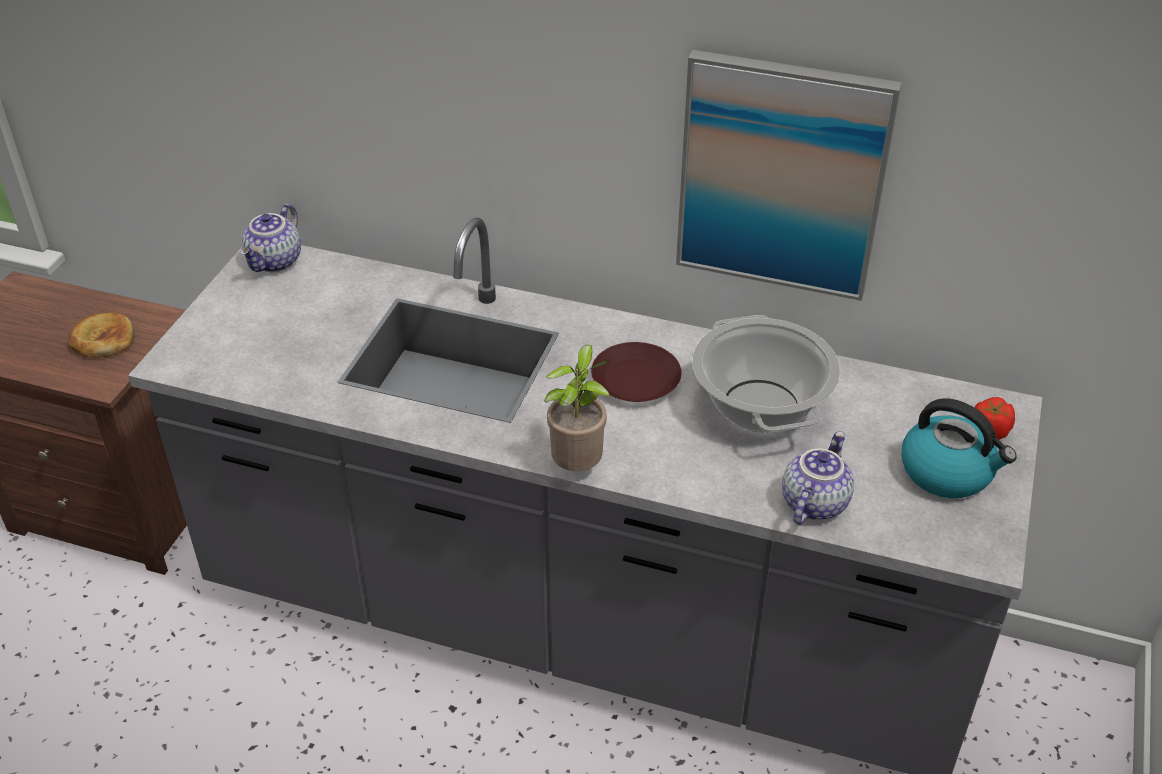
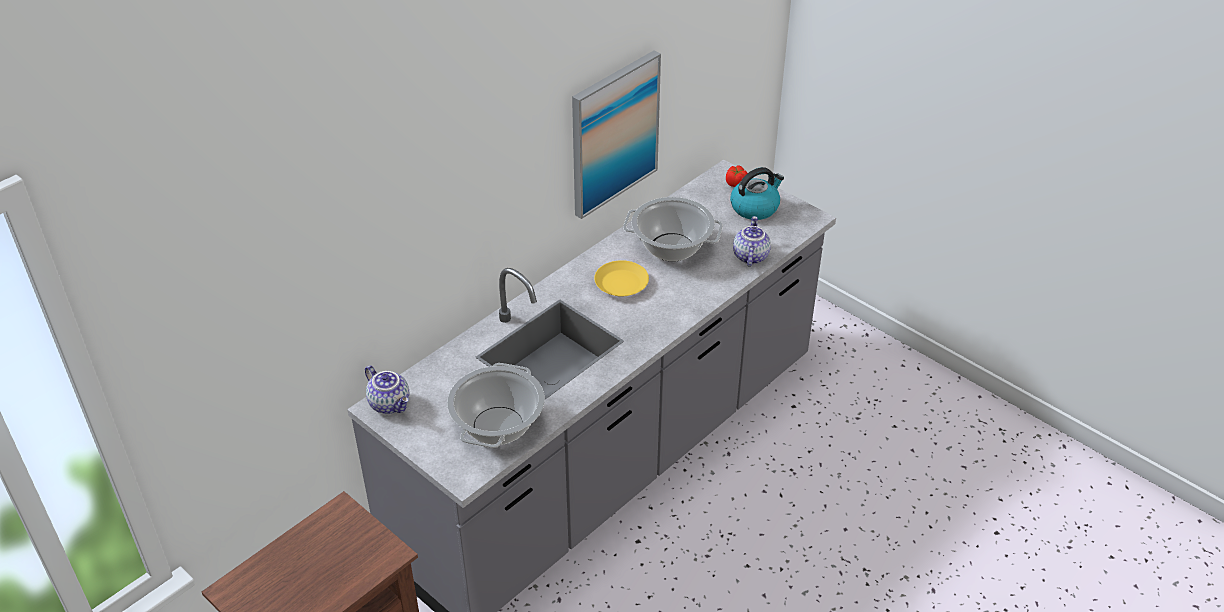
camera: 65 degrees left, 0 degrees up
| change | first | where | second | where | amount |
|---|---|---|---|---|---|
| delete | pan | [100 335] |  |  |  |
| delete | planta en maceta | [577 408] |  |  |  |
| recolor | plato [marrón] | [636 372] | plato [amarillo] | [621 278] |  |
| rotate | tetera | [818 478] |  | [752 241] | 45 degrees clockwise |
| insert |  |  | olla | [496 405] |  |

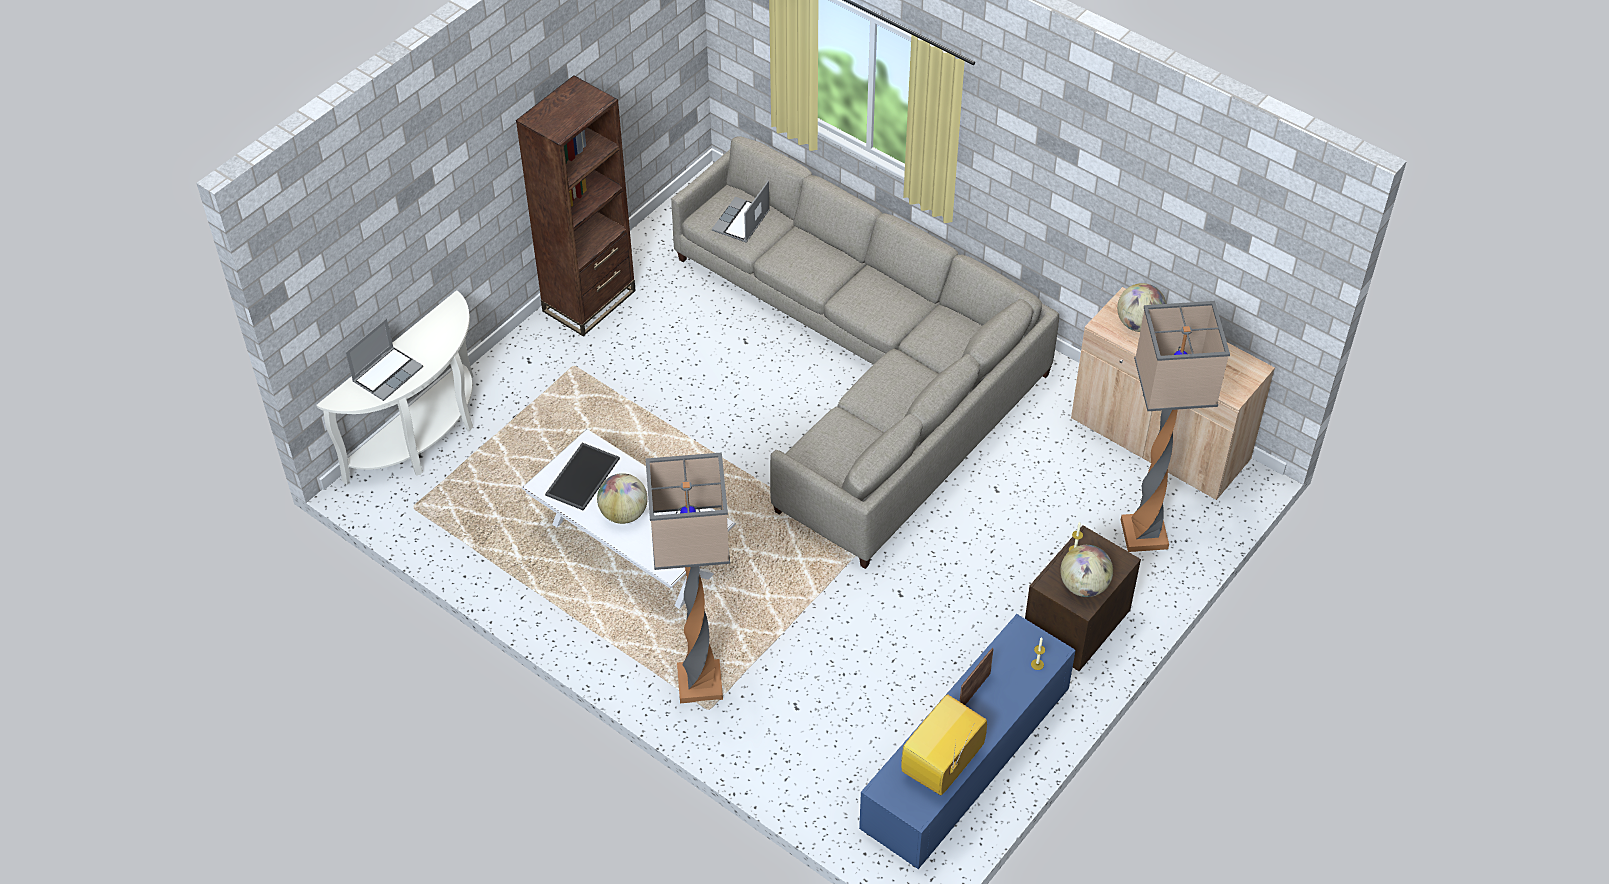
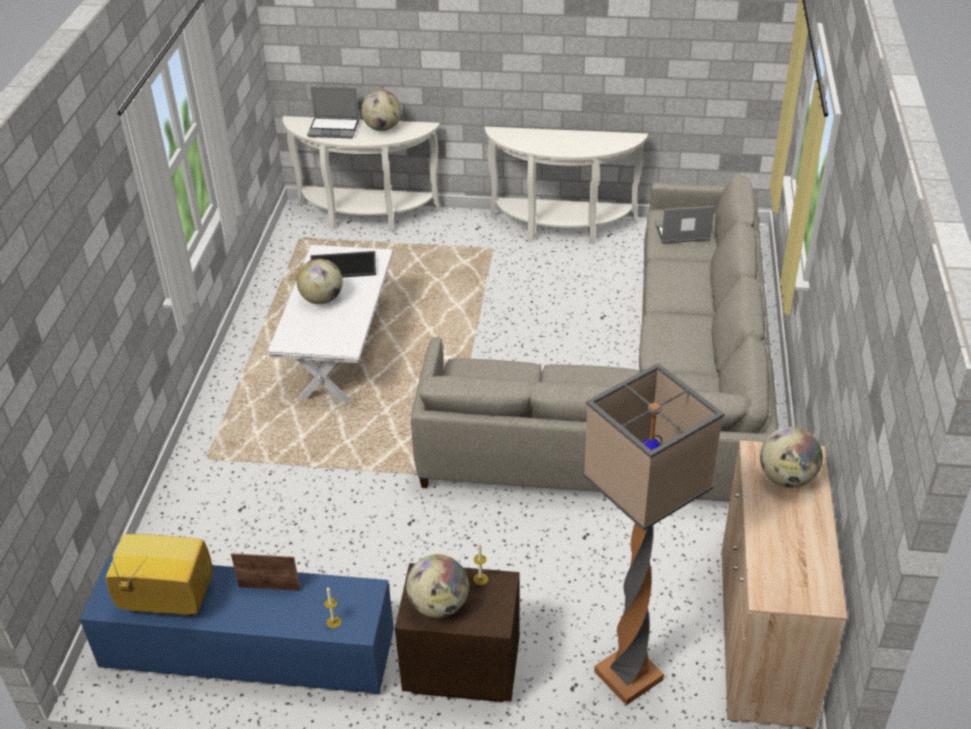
camera: 60 degrees right, 10 degrees down
| change | first | where | second | where | amount |
|---|---|---|---|---|---|
| replace | estantería [marrón] | [576 205] | mesa consola [blanco] | [566 185] |  |
| delete | lámpara de pie | [688 577] |  |  |  |
| insert |  |  | globo terráqueo | [381 110] |  |

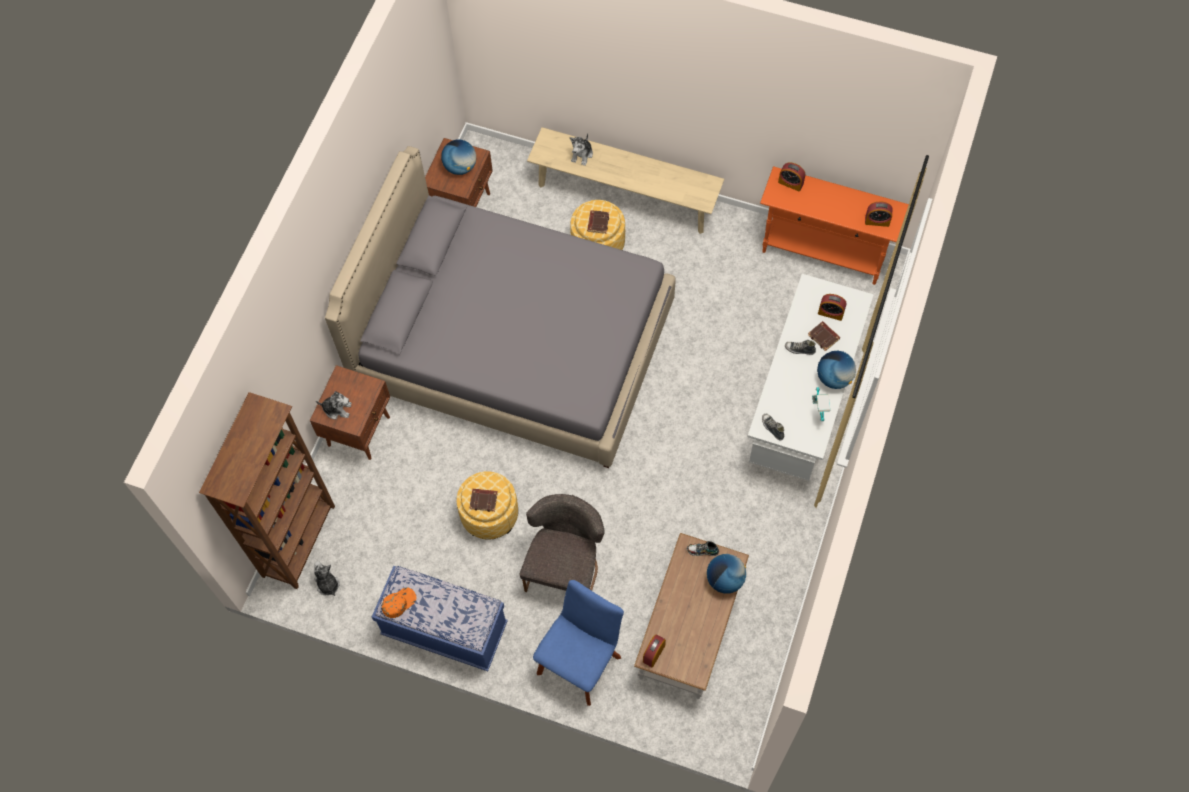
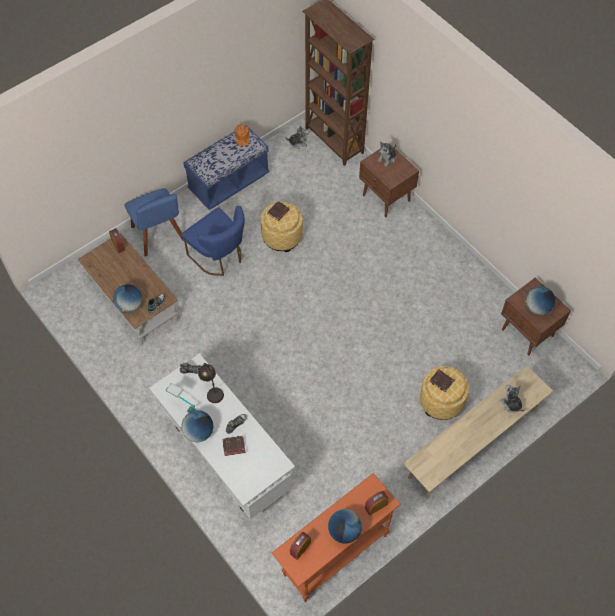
camera: 120 degrees right, 5 degrees down
| change | first | where | second | where | amount |
|---|---|---|---|---|---|
| delete | cama [gris] | [500 307] |  |  |  |
| recolor | silla [gris] | [562 543] | silla [azul] | [213 241] |  |
| delete | despertador | [832 307] |  |  |  |
| insert |  |  | lámpara de mesa | [211 383] |  |
| insert |  |  | globo terráqueo | [345 526] |  |

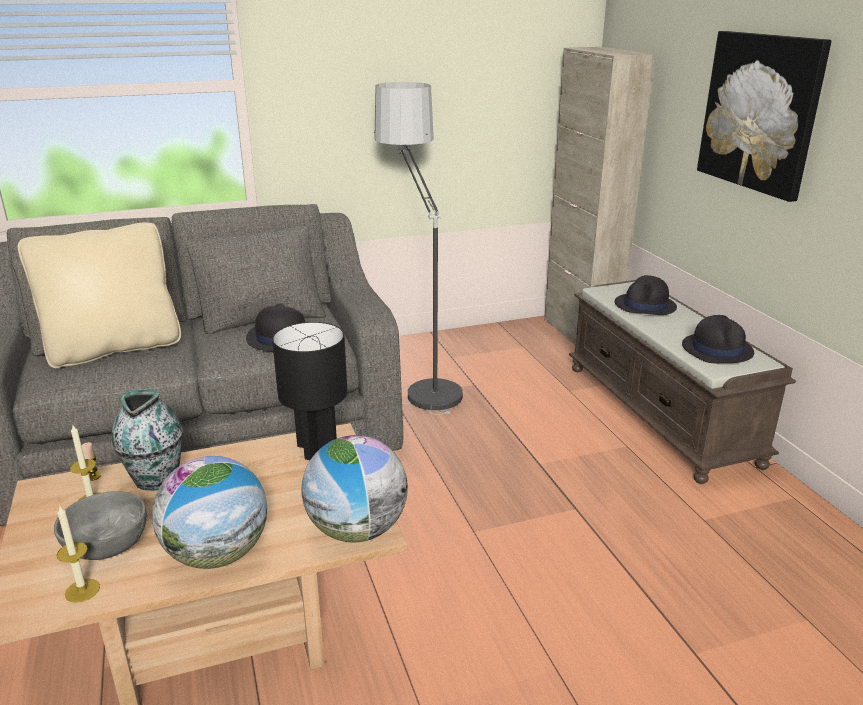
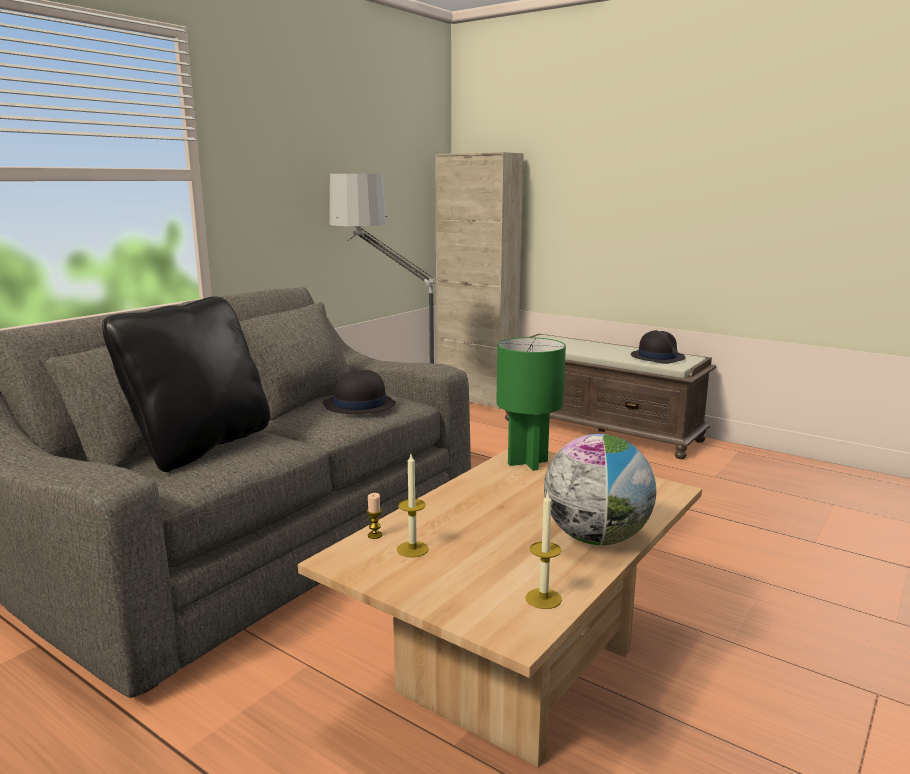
camera: 35 degrees left, 10 degrees down
| change | first | where | second | where | amount |
|---|---|---|---|---|---|
| recolor | cojín [beis] | [99 295] | cojín [negro] | [186 384] |  |
| delete | cuenco [gris] | [100 525] |  |  |  |
| delete | florero | [147 440] |  |  |  |
| recolor | lámpara de mesa [negro] | [310 391] | lámpara de mesa [verde] | [531 404] |  |
| delete | globo terráqueo | [355 488] |  |  |  |
| delete | sombrero [negro] | [646 295] |  |  |  |
| delete | cuadro | [764 116] |  |  |  |

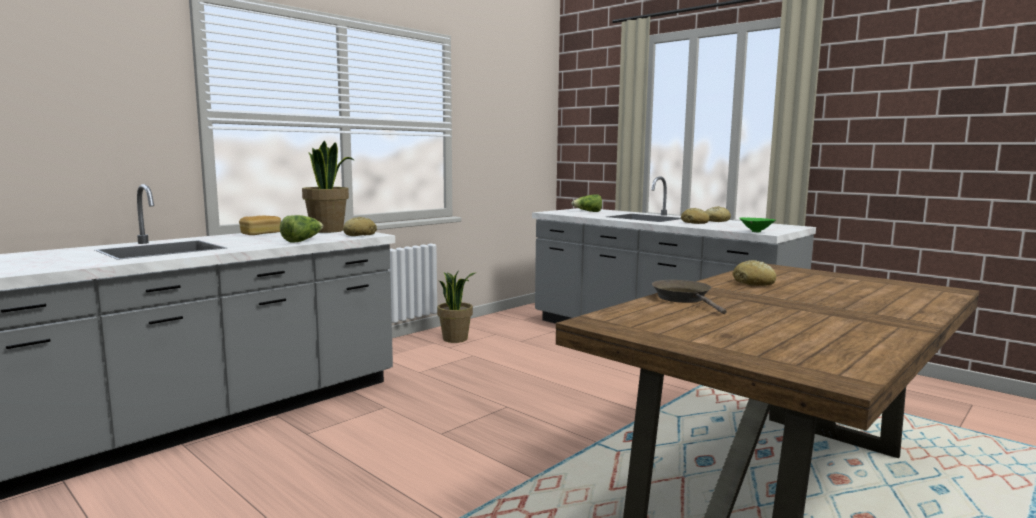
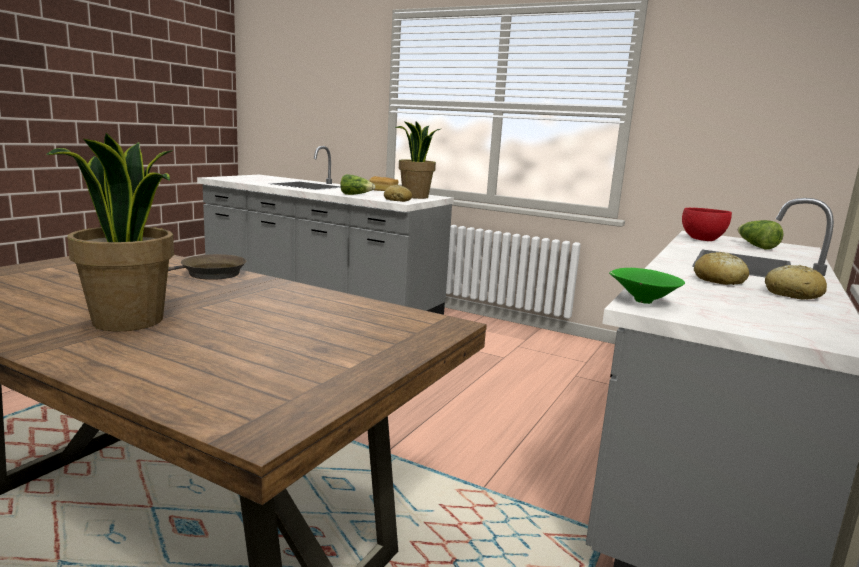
camera: 75 degrees right, 5 degrees up
| change | first | where | second | where | amount |
|---|---|---|---|---|---|
| move | planta en maceta | [456 307] |  | [110 232] |  |
| delete | pan | [754 273] |  |  |  |
| insert |  |  | cuenco [rojo] | [707 224] |  |

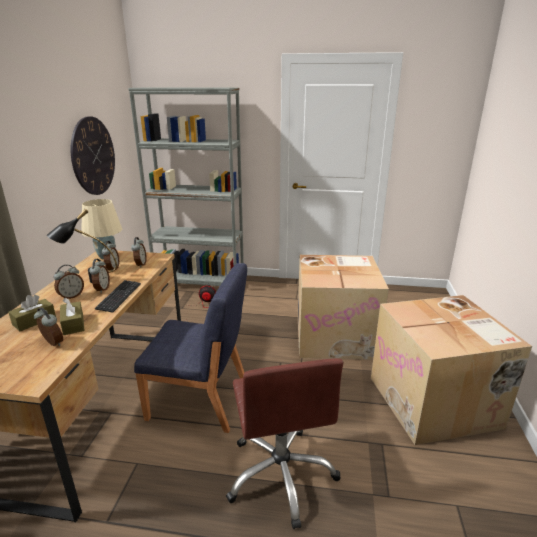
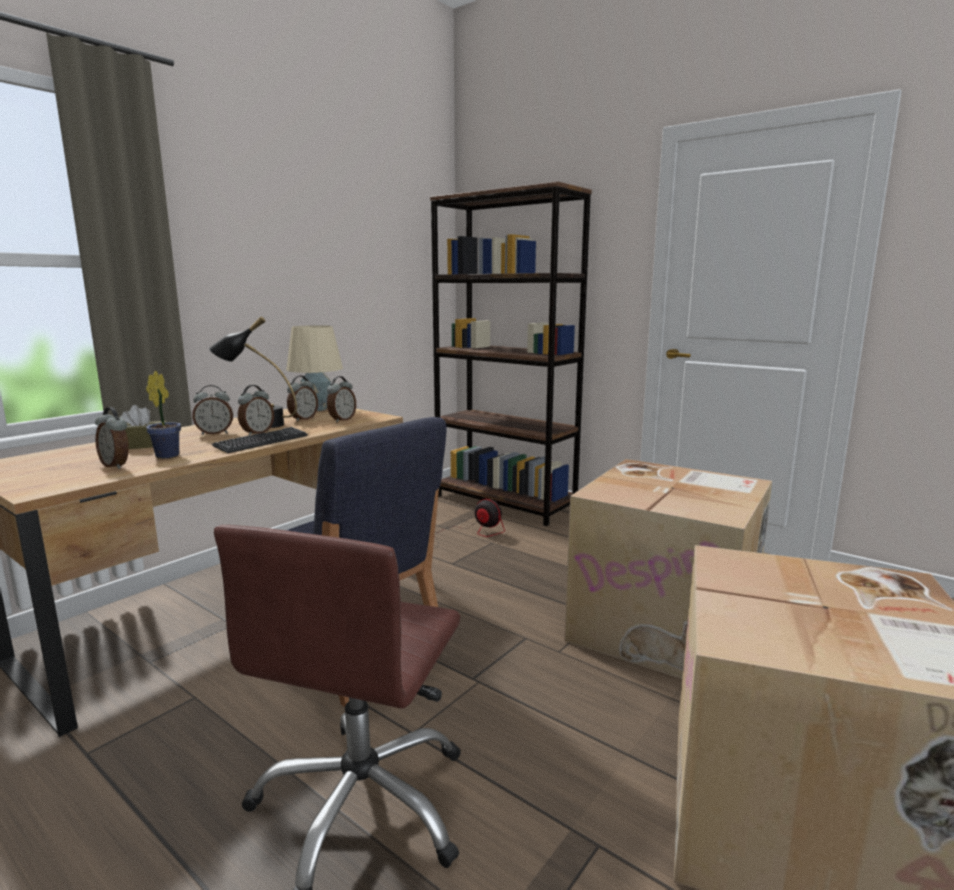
camera: 30 degrees right, 10 degrees down
| change | first | where | second | where | amount |
|---|---|---|---|---|---|
| rotate | despertador | [48 327] |  | [112 438] | 150 degrees clockwise |
| replace | caja de pañuelos [marrón] | [72 316] | planta en maceta | [163 414] |  |
| delete | reloj de pared | [93 155] |  |  |  |
| recolor | estantería [gris] | [186 186] | estantería [marrón] | [511 353] |  |

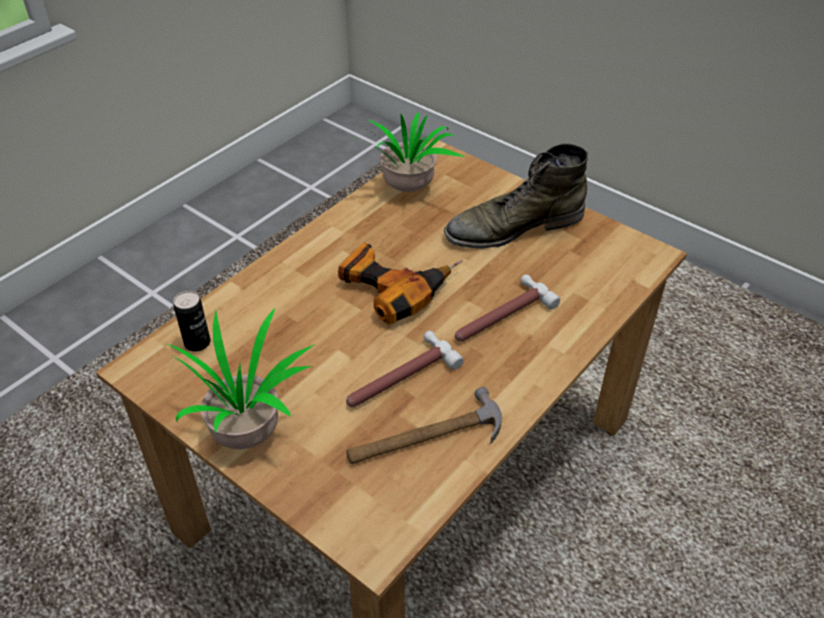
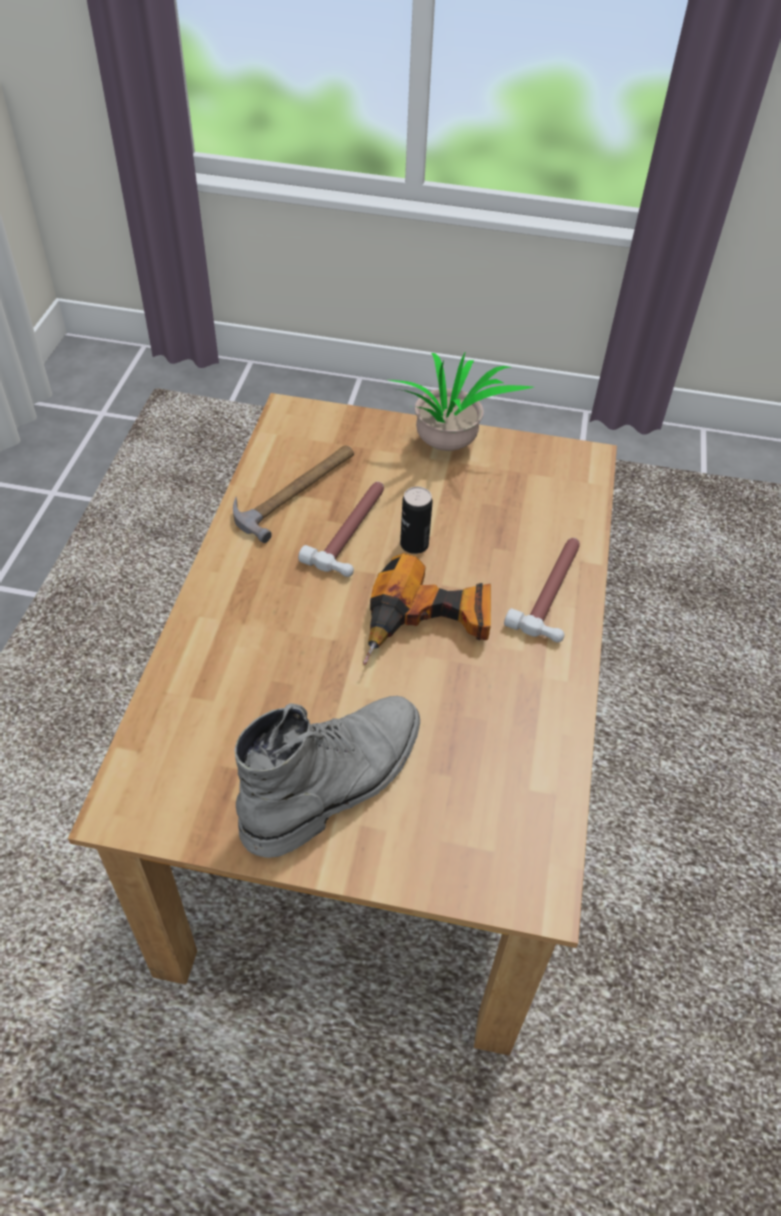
camera: 150 degrees right, 5 degrees up
| change | first | where | second | where | amount |
|---|---|---|---|---|---|
| move | lata | [192 321] |  | [416 520] |  |
| delete | planta en maceta | [410 152] |  |  |  |
| recolor | bota [verde] | [516 196] | bota [gris] | [327 777] |  |
| move | martillo | [507 307] |  | [542 590] |  |

